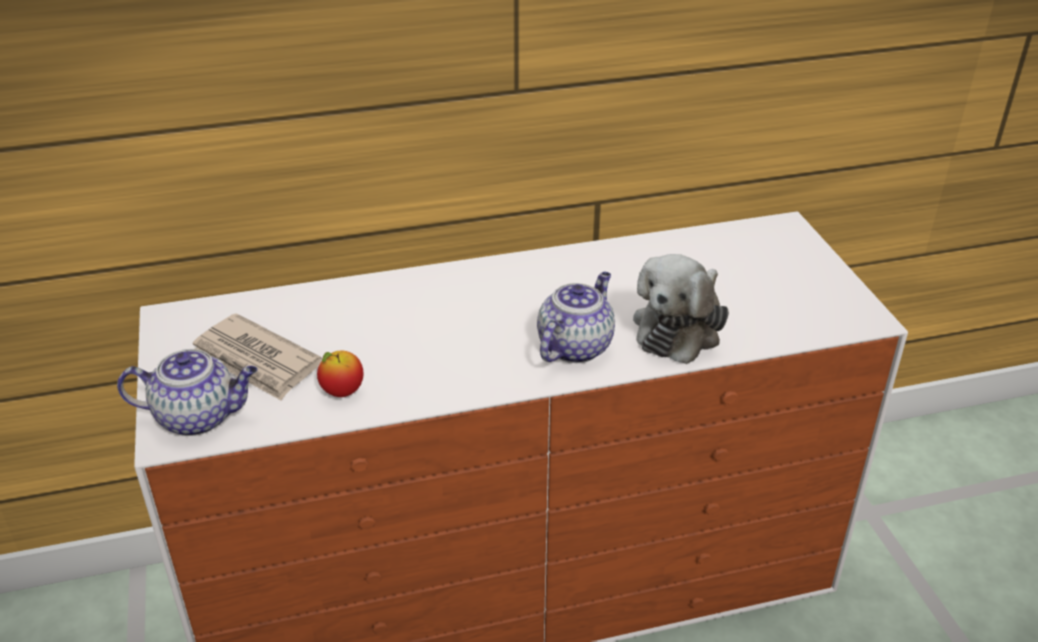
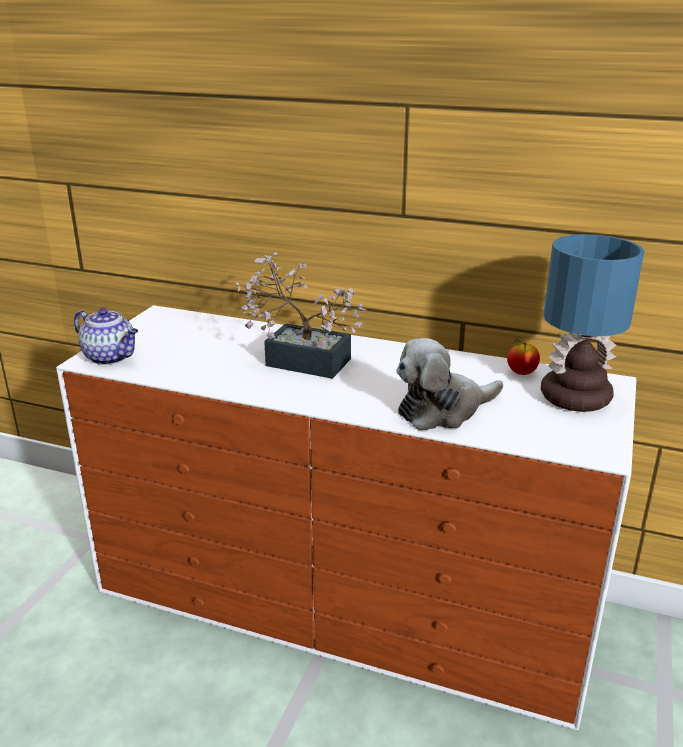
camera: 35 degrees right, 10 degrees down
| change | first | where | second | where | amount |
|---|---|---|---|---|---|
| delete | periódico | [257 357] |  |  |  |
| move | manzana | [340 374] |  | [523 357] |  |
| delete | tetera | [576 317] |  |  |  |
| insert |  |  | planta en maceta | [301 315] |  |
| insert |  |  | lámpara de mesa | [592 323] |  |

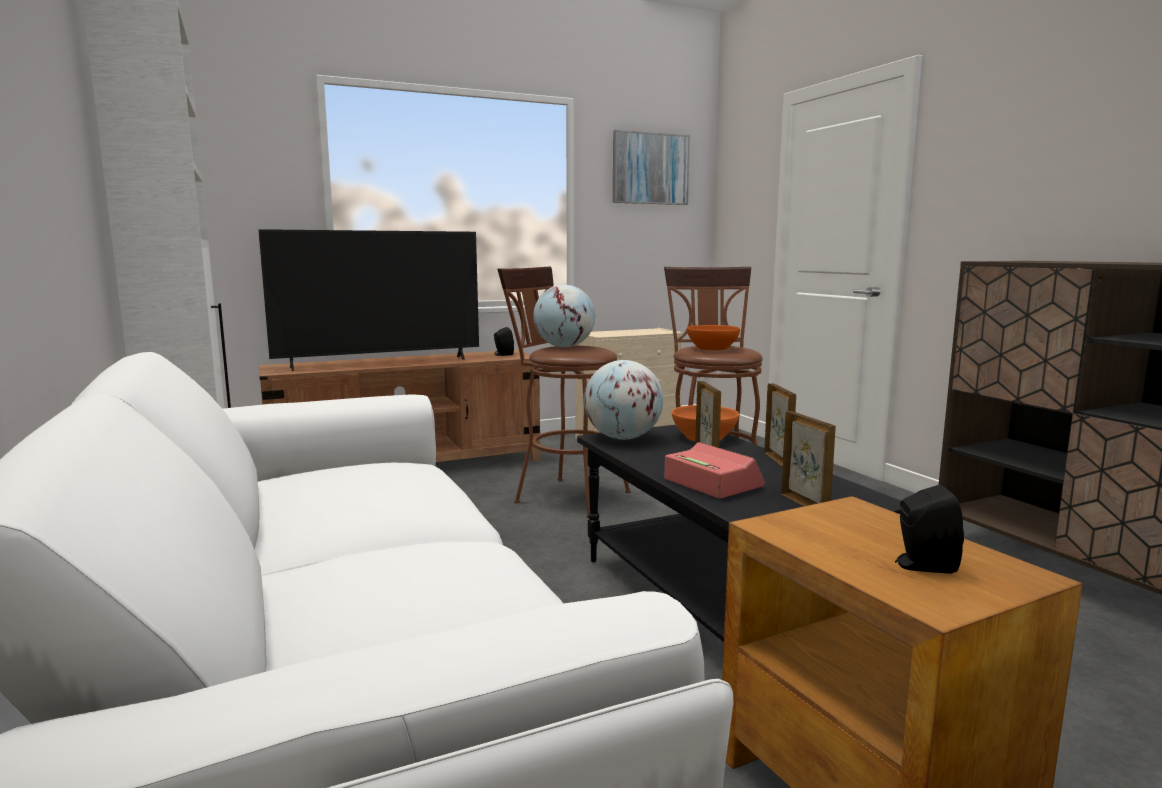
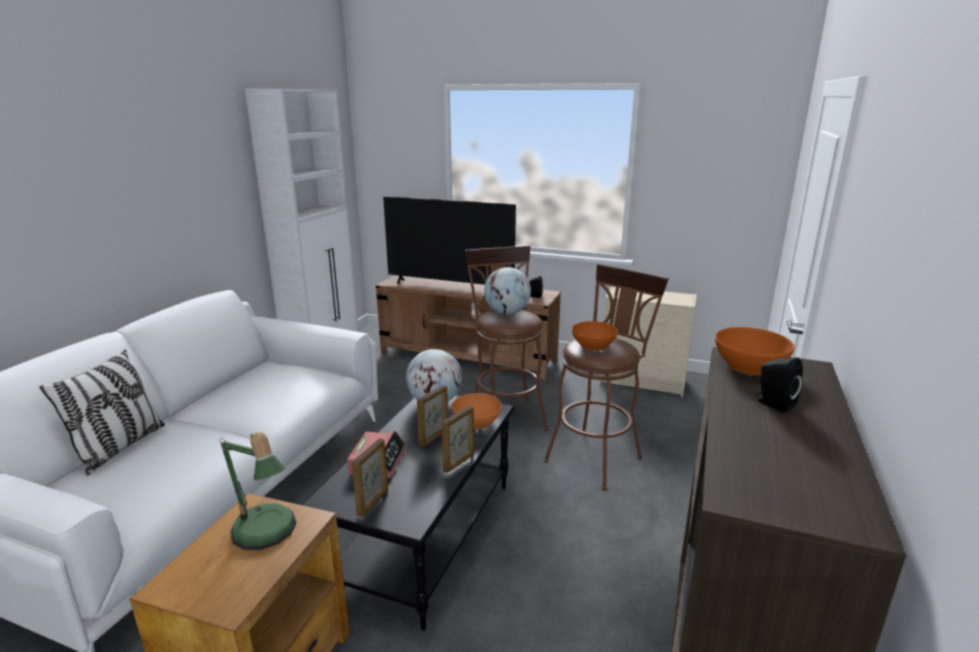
camera: 45 degrees right, 10 degrees up
| change | first | where | second | where | amount |
|---|---|---|---|---|---|
| delete | cuadro | [651 167] |  |  |  |
| move | altavoz [negro] | [929 529] |  | [779 385] |  |
| insert |  |  | cojín | [102 413] |  |
| insert |  |  | lámpara de mesa | [258 491] |  |
| insert |  |  | cuenco [naranja] | [755 351] |  |

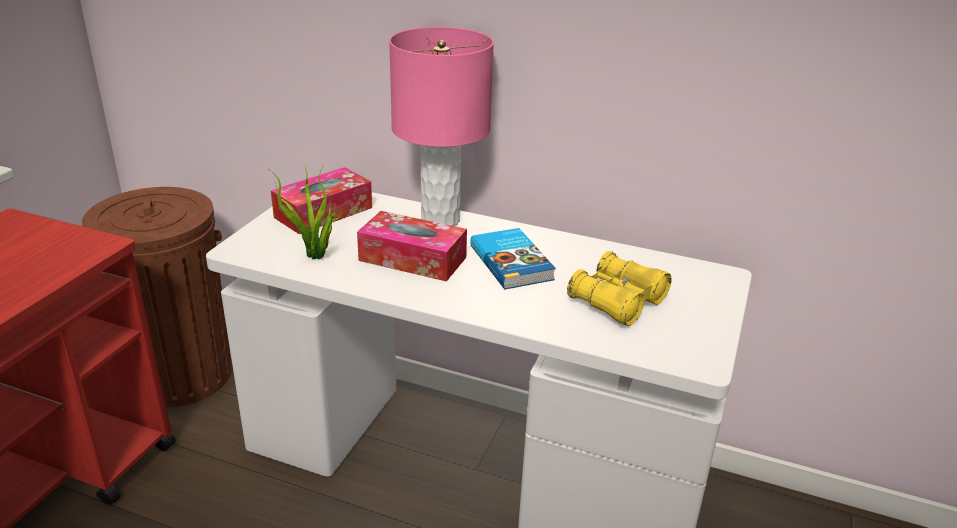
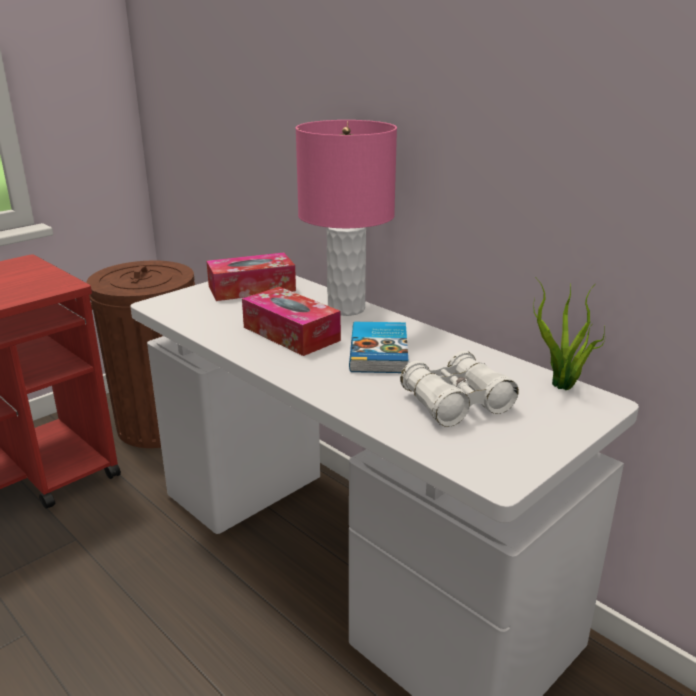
camera: 25 degrees right, 5 degrees down
| change | first | where | second | where | amount |
|---|---|---|---|---|---|
| move | planta en maceta | [304 212] |  | [569 333] |  |
| recolor | prismáticos [amarillo] | [619 288] | prismáticos [blanco] | [459 389] |  |

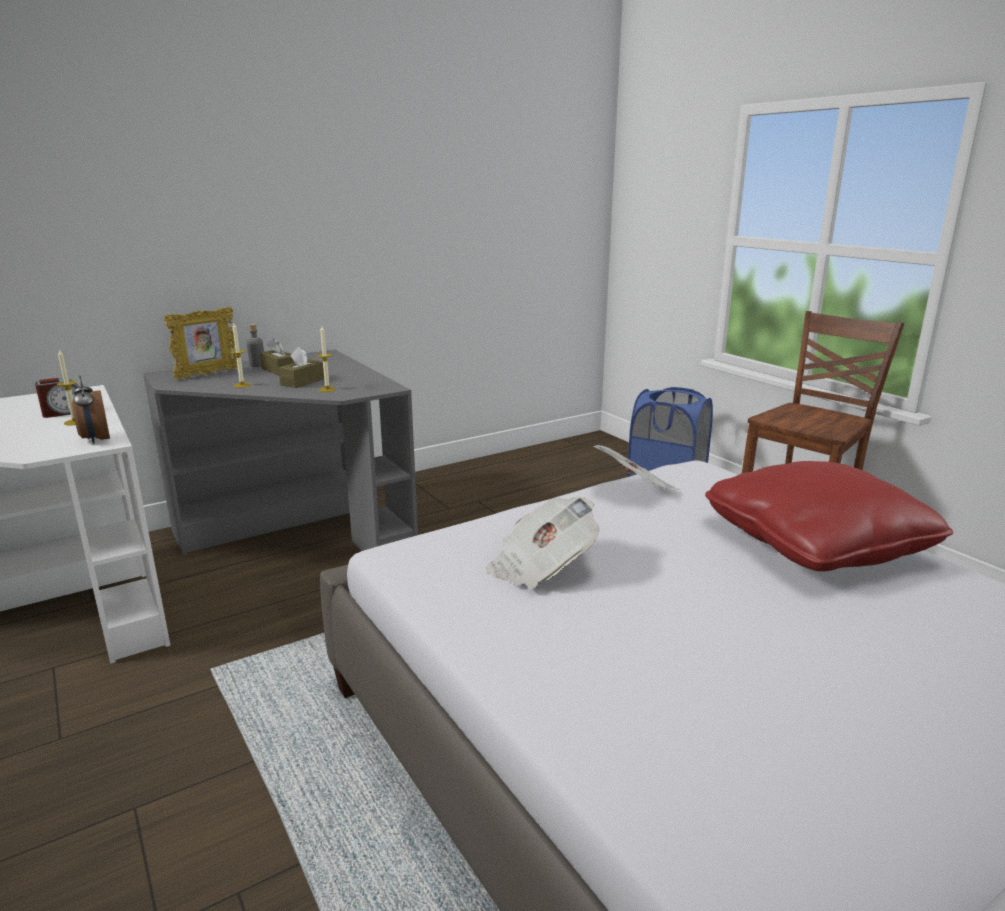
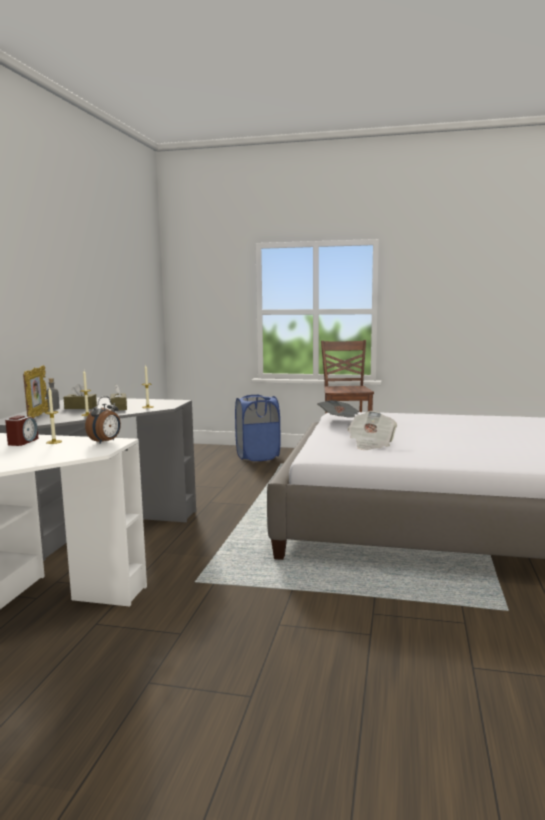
camera: 45 degrees left, 10 degrees down
| change | first | where | second | where | amount |
|---|---|---|---|---|---|
| rotate | despertador | [91 410] |  | [103 420] | 75 degrees counterclockwise |
| delete | cojín [rojo] | [829 516] |  |  |  |

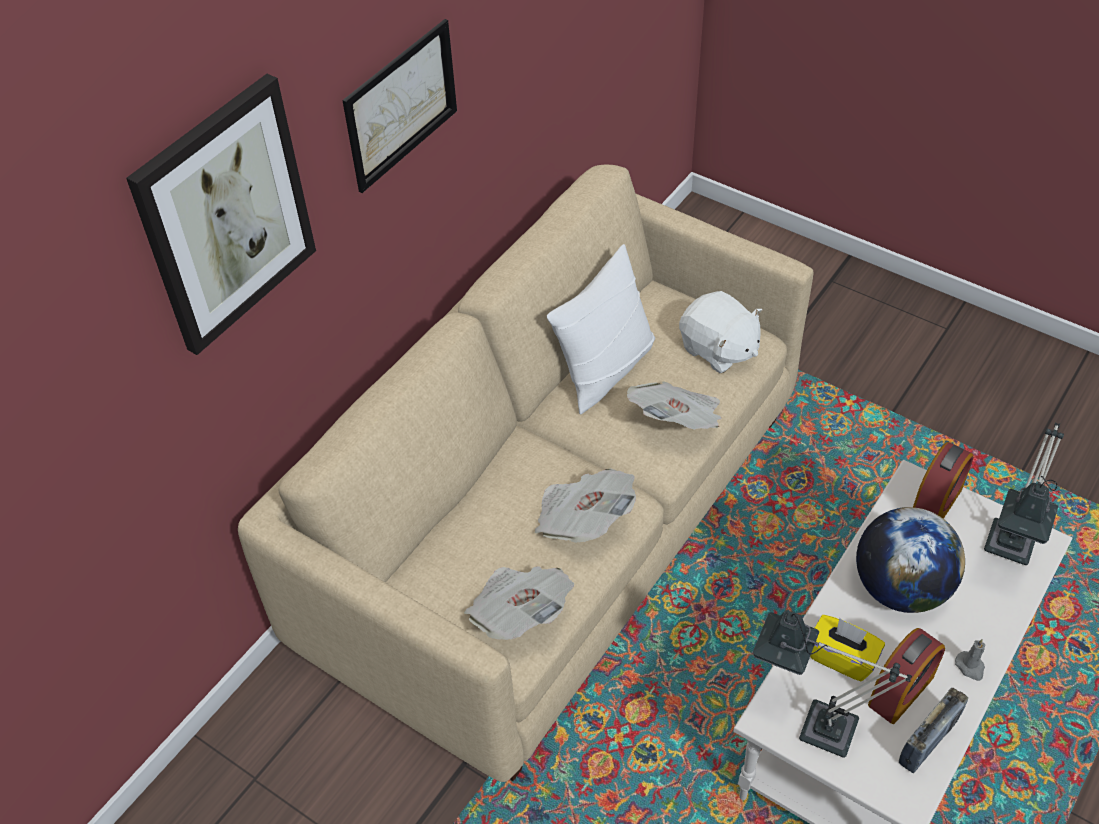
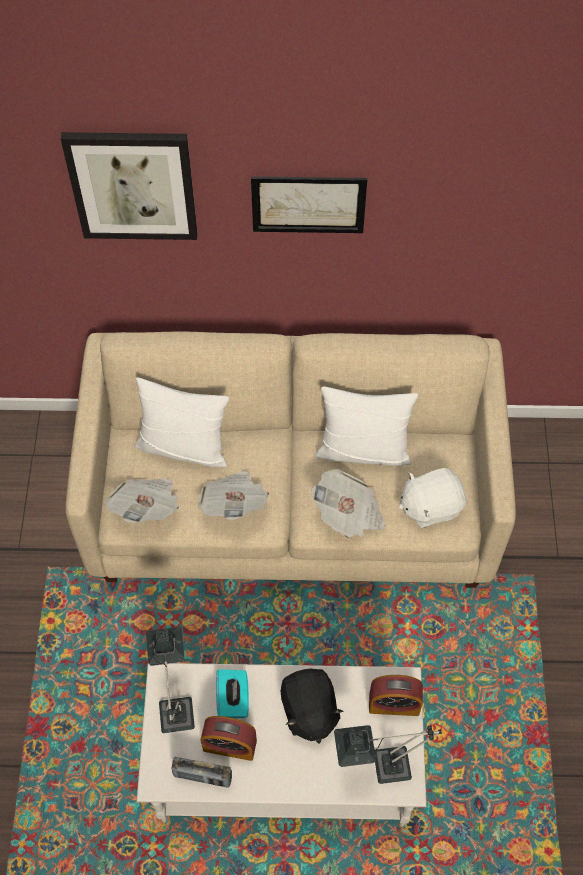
camera: 55 degrees right, 10 degrees up
| change | first | where | second | where | amount |
|---|---|---|---|---|---|
| rotate | peluche [blanco] | [720 332] |  | [432 498] | 60 degrees clockwise |
| recolor | caja de pañuelos [amarillo] | [847 648] | caja de pañuelos [turquesa] | [232 694] |  |
| replace | globo terráqueo | [910 560] | peluche [negro] | [312 706] |  |
| delete | vela [gris] | [970 660] |  |  |  |
| insert |  |  | cojín [blanco] | [182 422] |  |

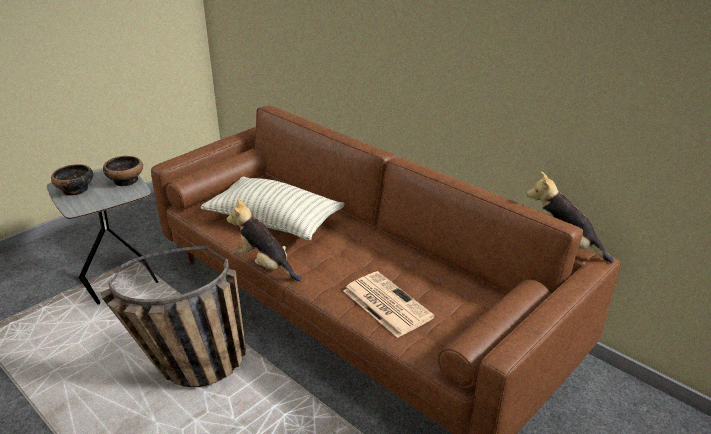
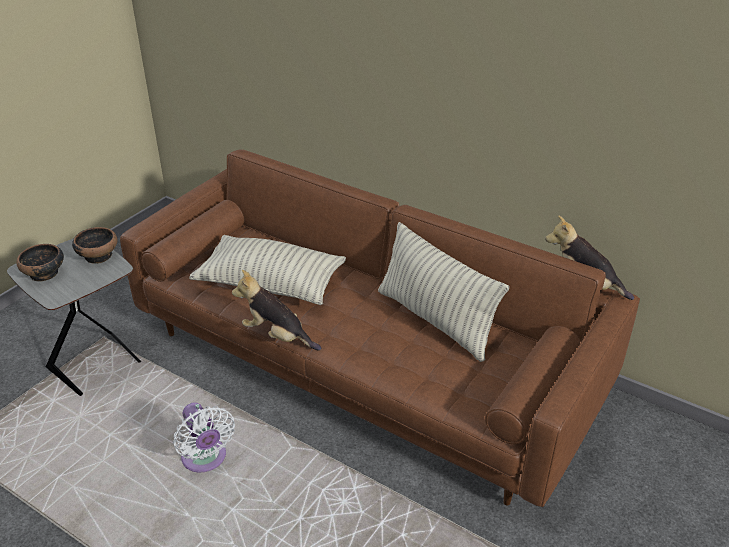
camera: 10 degrees left, 5 degrees up
| change | first | where | second | where | amount |
|---|---|---|---|---|---|
| replace | cesta | [173 316] | ventilador [blanco] | [204 437] |  |
| delete | periódico | [389 304] |  |  |  |
| insert |  |  | cojín | [443 292] |  |

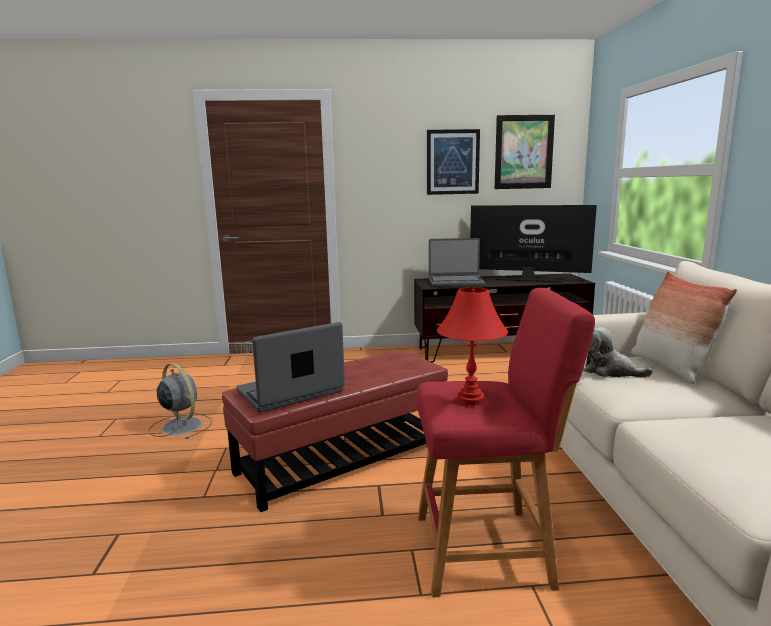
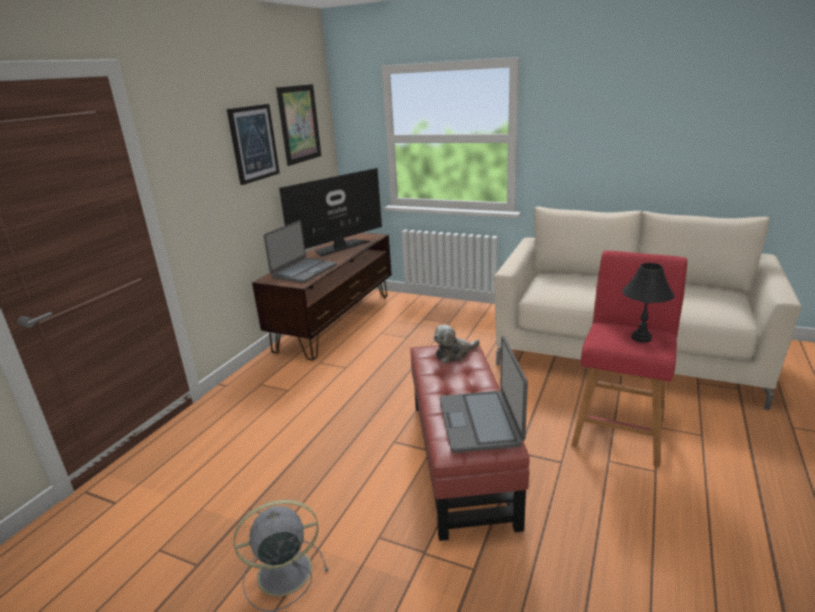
camera: 60 degrees left, 10 degrees up
| change | first | where | second | where | amount |
|---|---|---|---|---|---|
| recolor | lámpara de mesa [rojo] | [472 346] | lámpara de mesa [negro] | [648 303] |  |
| move | peluche | [618 352] |  | [457 344] |  |
| delete | cojín | [684 327] |  |  |  |

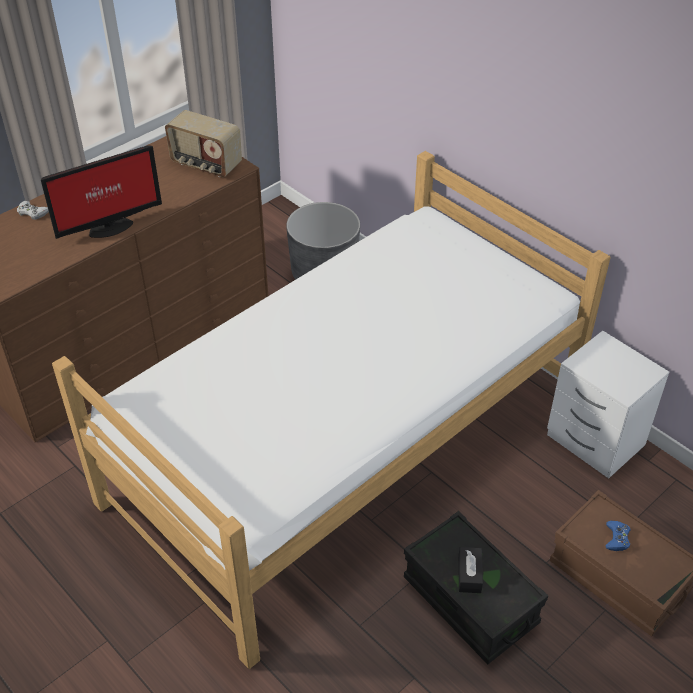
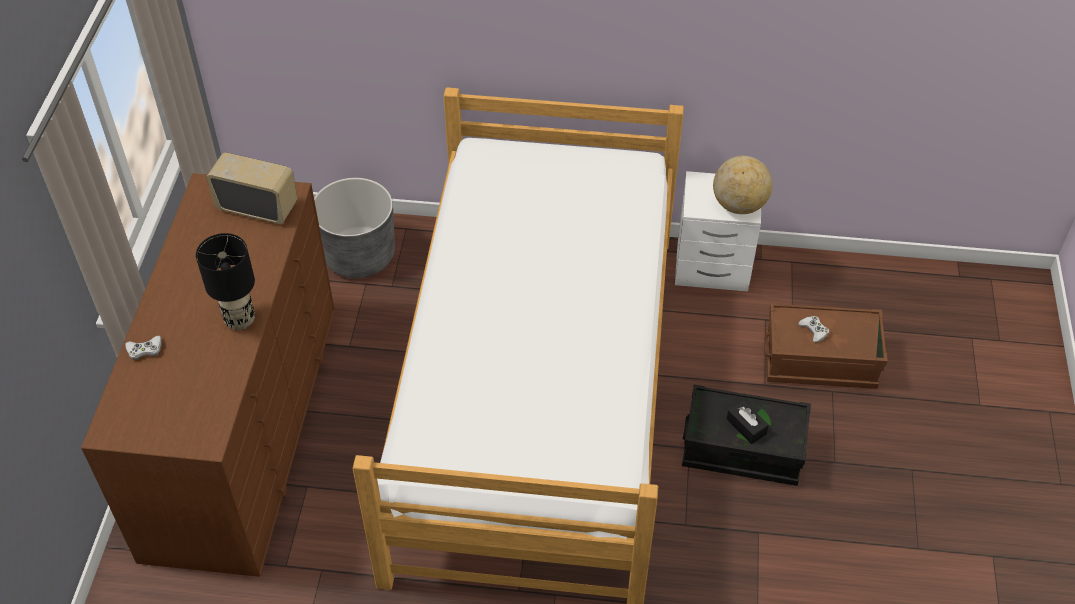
camera: 40 degrees left, 5 degrees up
| change | first | where | second | where | amount |
|---|---|---|---|---|---|
| replace | monitor | [101 192] | lámpara de mesa [negro] | [225 281] |  |
| rotate | radio | [203 143] |  | [251 188] | 150 degrees counterclockwise |
| recolor | mando de consola [azul] | [618 536] | mando de consola [blanco] | [813 329] |  |
| insert |  |  | globo terráqueo | [742 185] |  |

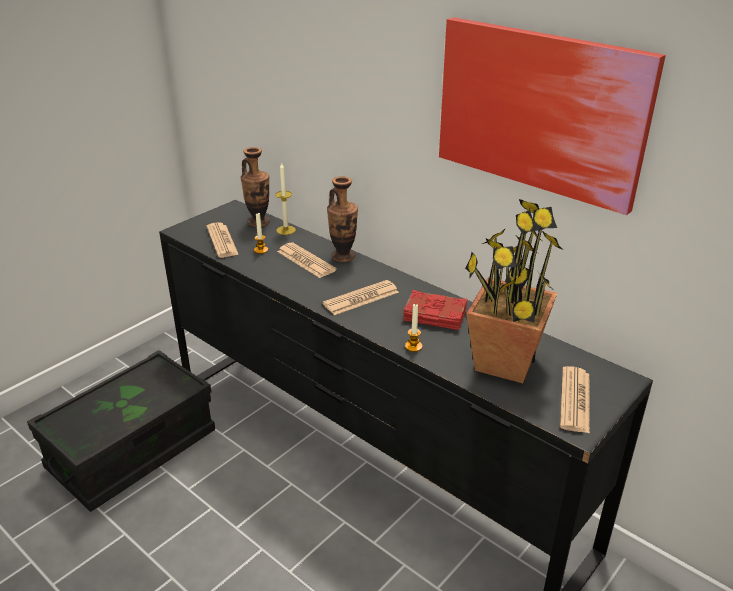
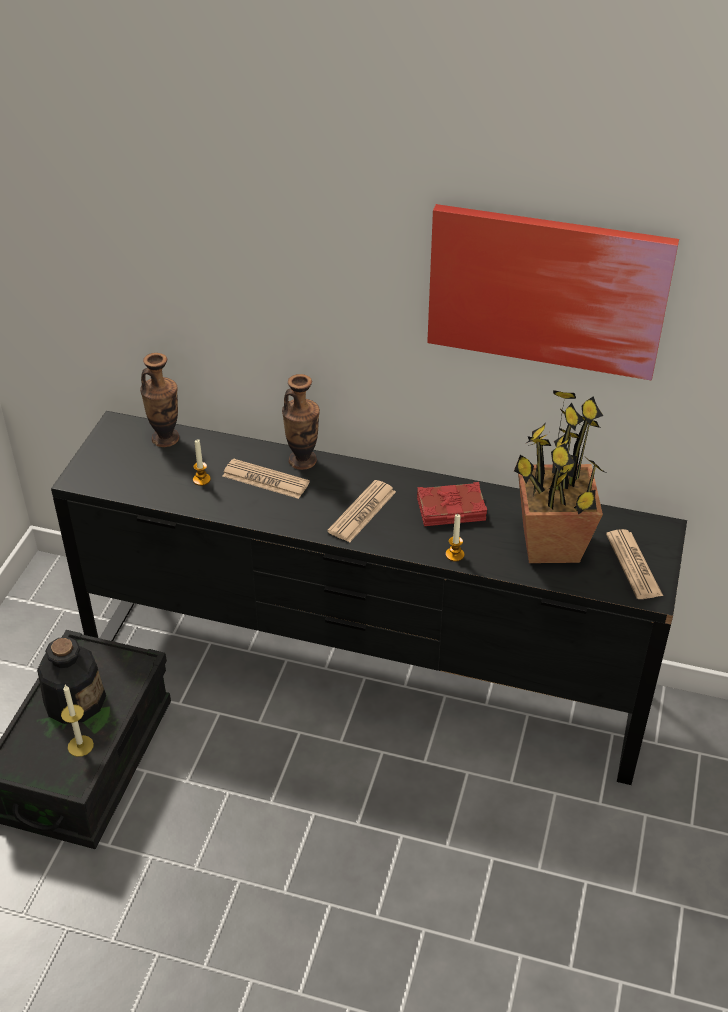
camera: 25 degrees left, 10 degrees up
| change | first | where | second | where | amount |
|---|---|---|---|---|---|
| delete | periódico | [223 240] |  |  |  |
| move | vela | [285 199] |  | [77 721] |  |
| insert |  |  | botella | [71 680] |  |

